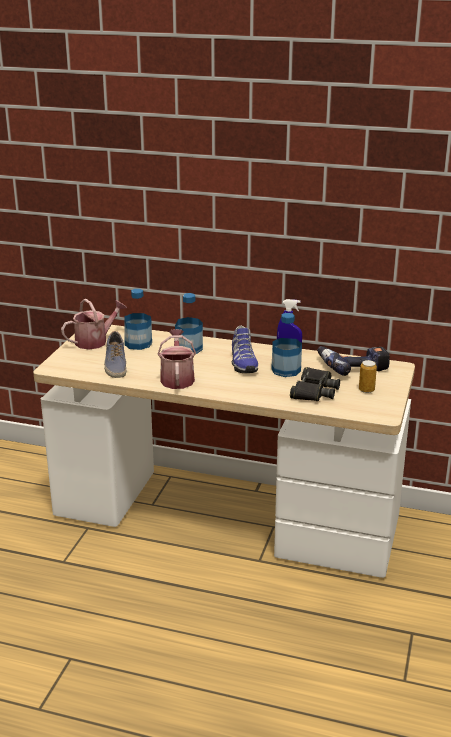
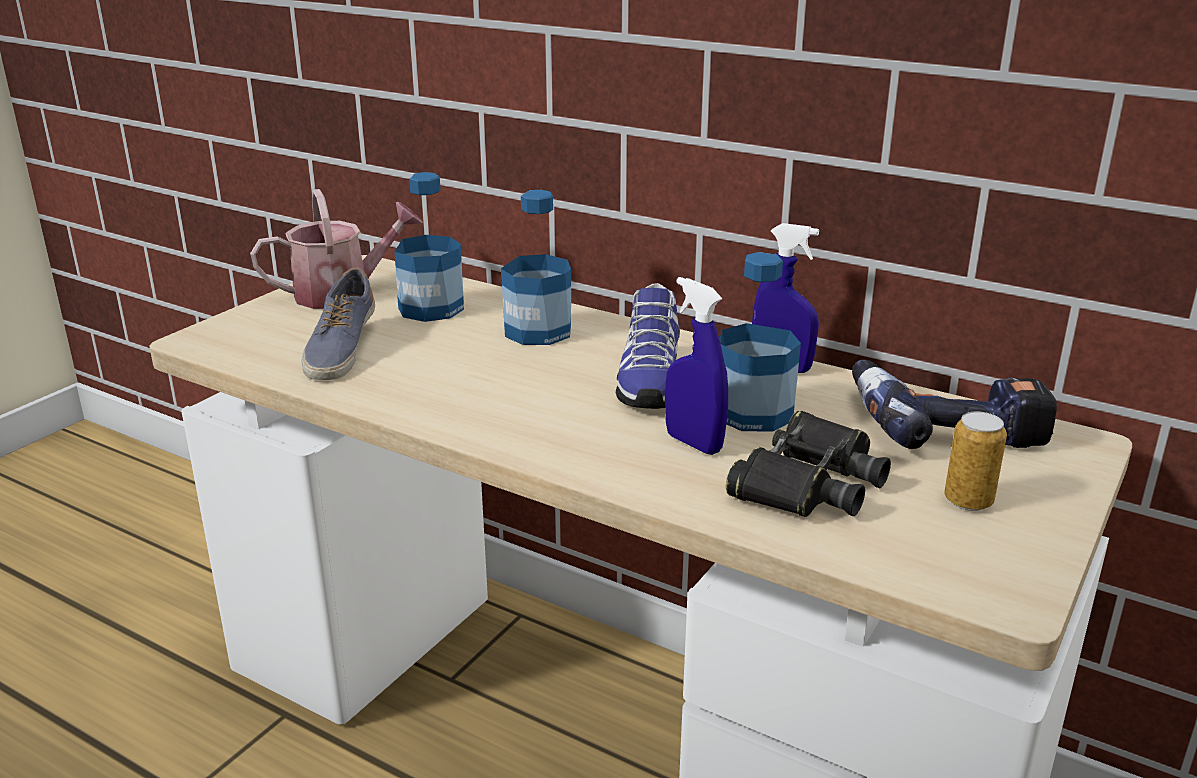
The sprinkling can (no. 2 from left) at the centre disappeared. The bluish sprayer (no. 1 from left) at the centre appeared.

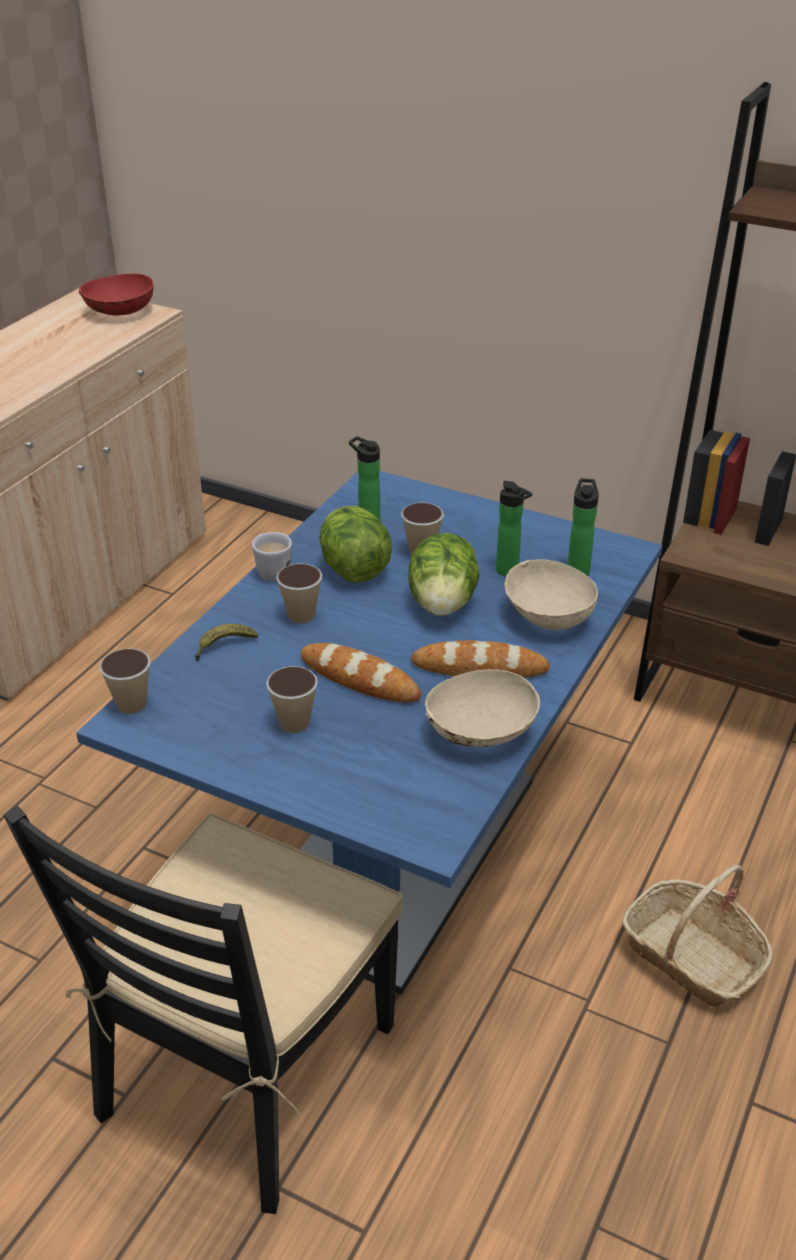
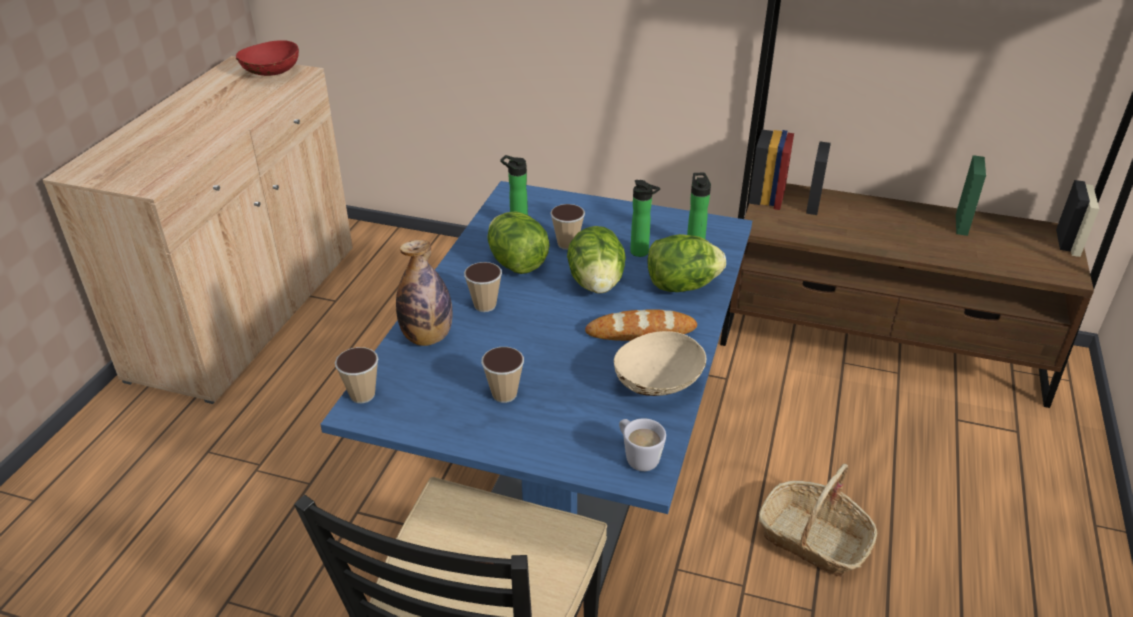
The baked bread (no. 1 from left) at the centre disappeared. The whitish coffee mug moved from the centre to the bottom centre. The banana at the middle left was replaced by the beverage bottle (no. 1 from left) at the centre. The beige-coloured deep dish (no. 2 from left) at the middle right was replaced by the lettuce head (no. 3 from left) at the centre.

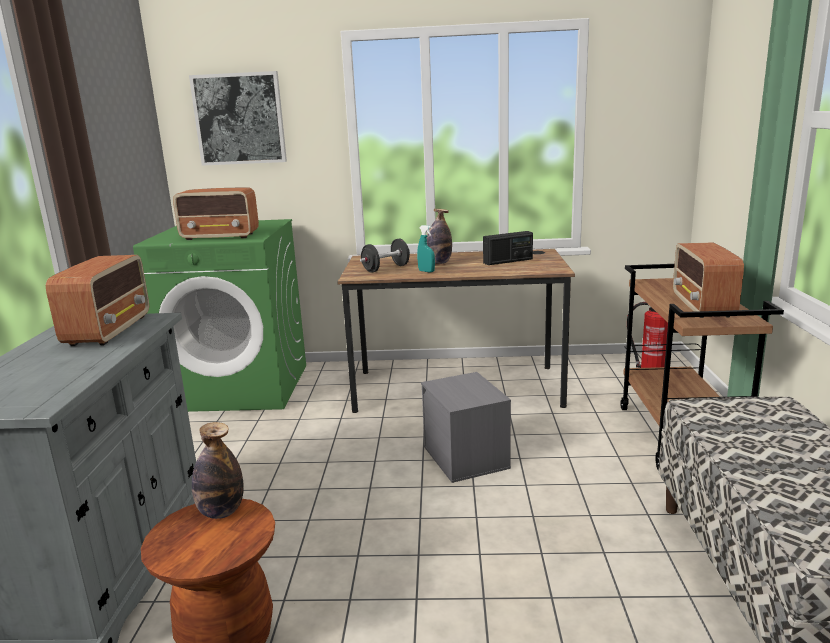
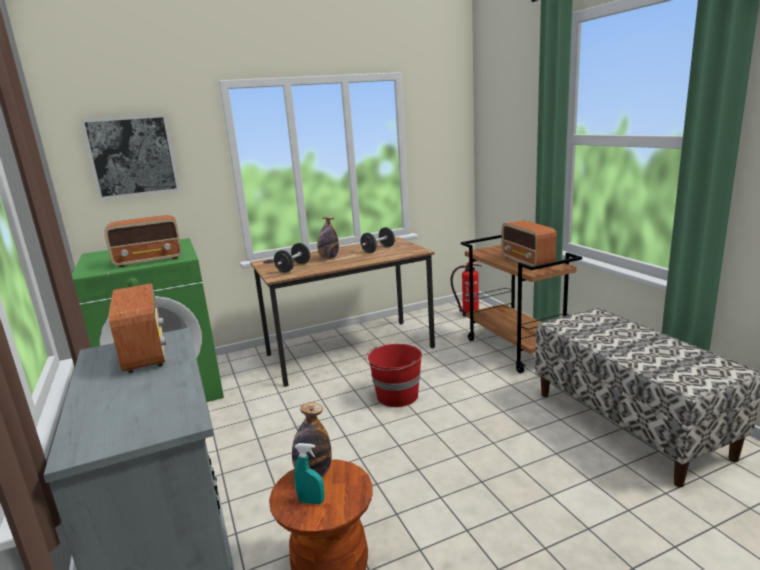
The blue-green sprayer moved from the centre to the bottom centre. The gray storage bin at the centre was replaced by the red water bucket at the centre. The radio receiver (no. 3 from left) at the centre was replaced by the blackish hand weight (no. 2 from left) at the centre.

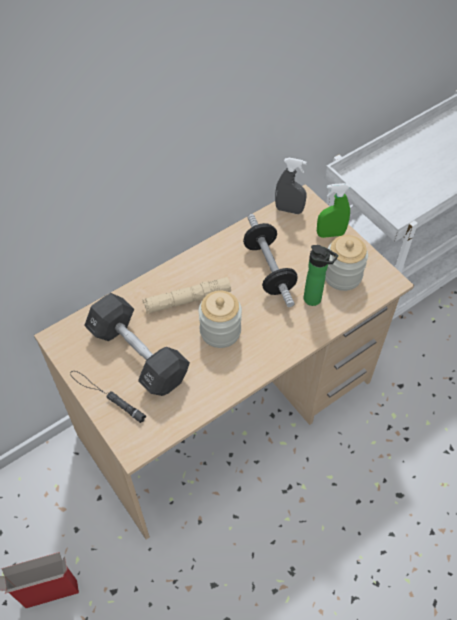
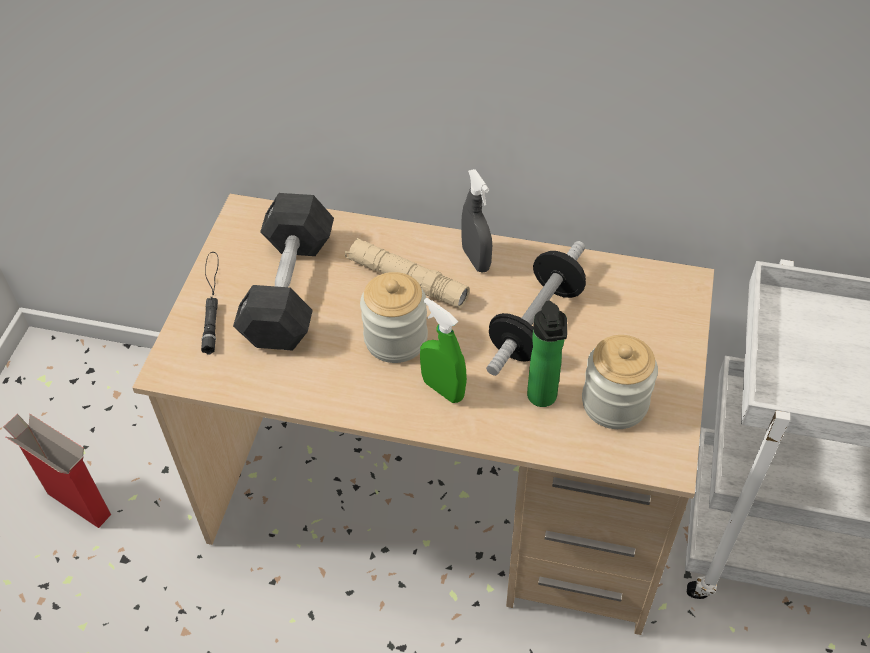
The gray sprayer moved from the top centre to the centre. The green sprayer moved from the middle right to the centre.

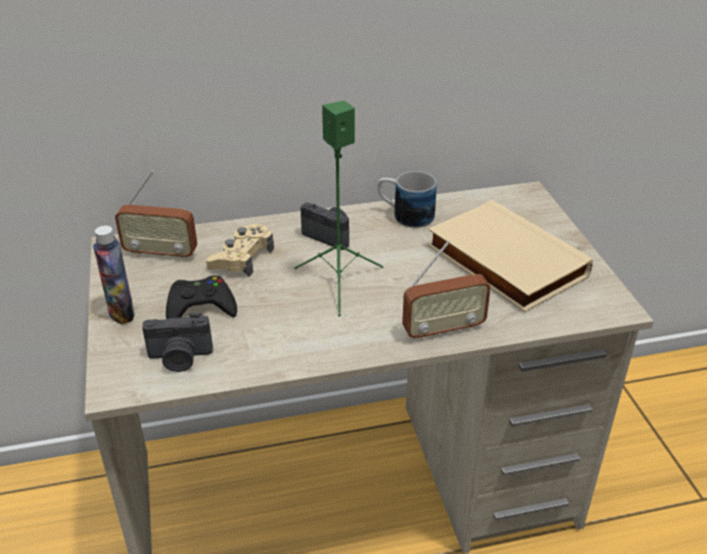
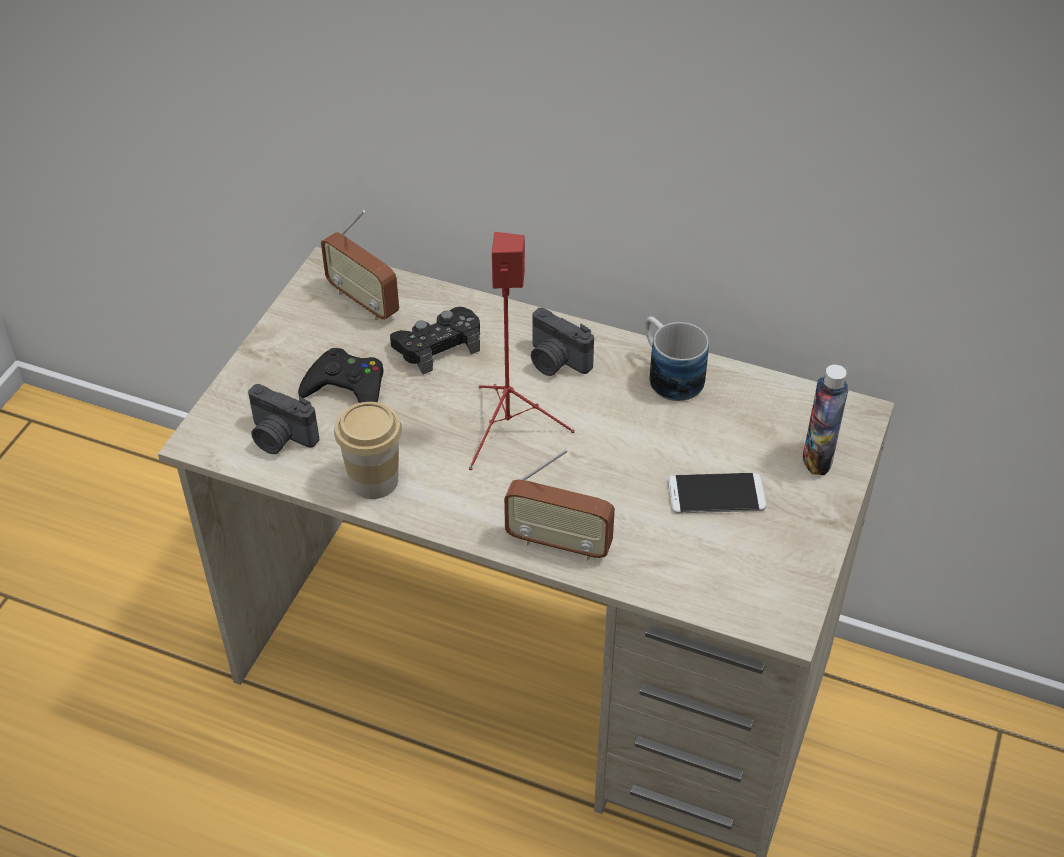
The drinking cup at the centre appeared. The beverage bottle moved from the middle left to the middle right. The beige-coloured volume at the middle right was replaced by the phone at the middle right. The beige-coloured gamepad at the centre became the blackish gamepad (no. 2 from left) at the centre. The green loudspeaker at the centre became the red loudspeaker at the centre. The photo camera (no. 2 from left) at the centre turned 150 degrees clockwise.

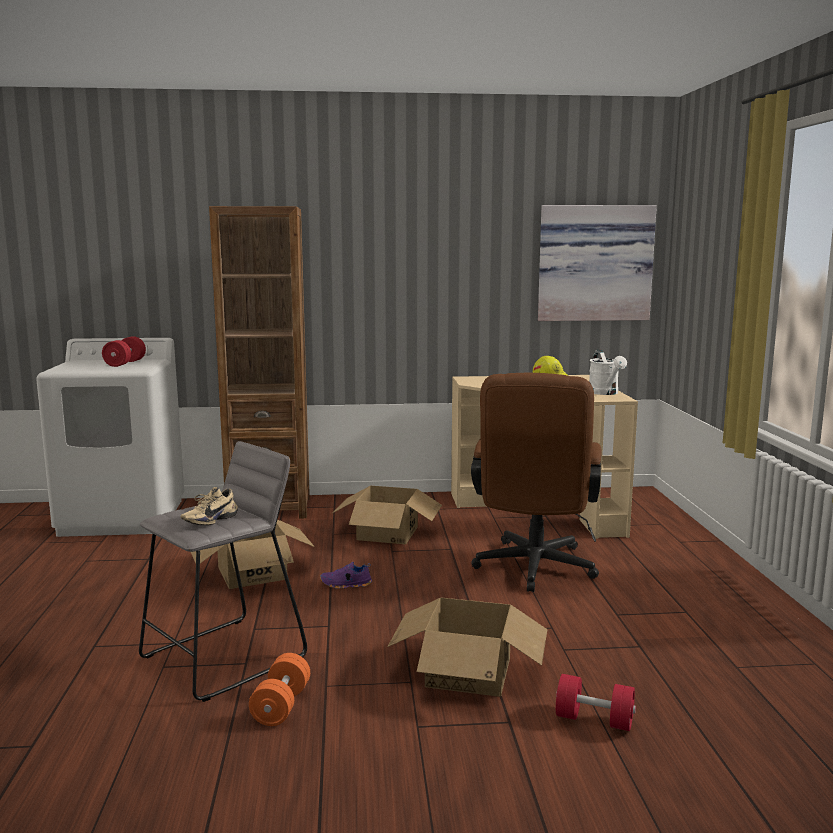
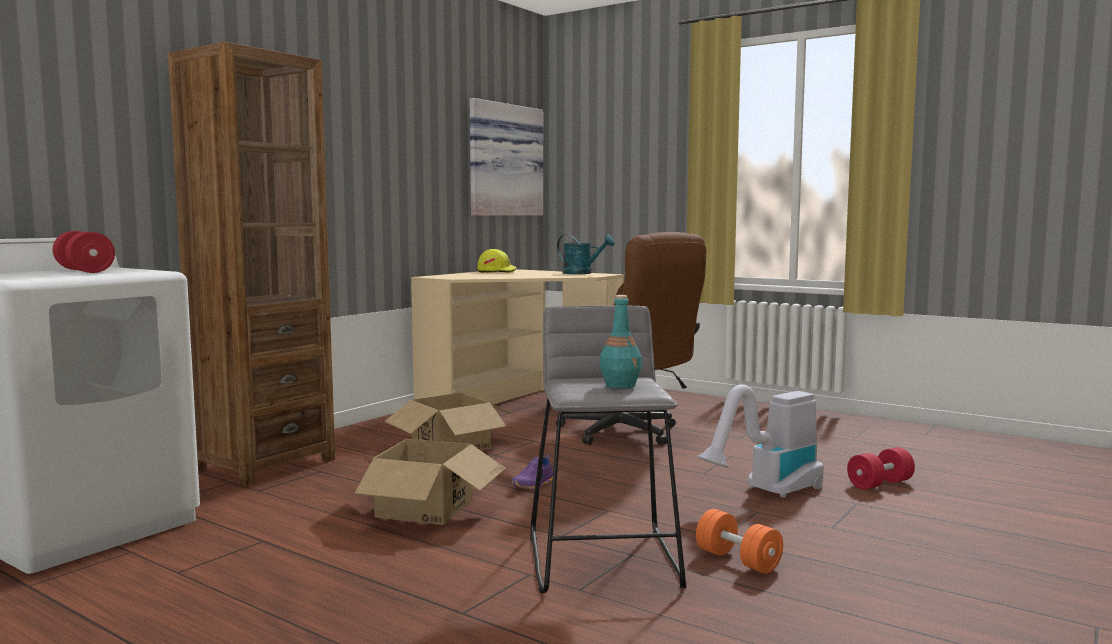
The beige-coloured shoe at the middle left was replaced by the blue-green beverage bottle at the centre. The cardboard box (no. 3 from left) at the bottom centre was replaced by the hoover at the bottom right. The whitish sprinkling can at the middle right became the blue-green sprinkling can at the centre.

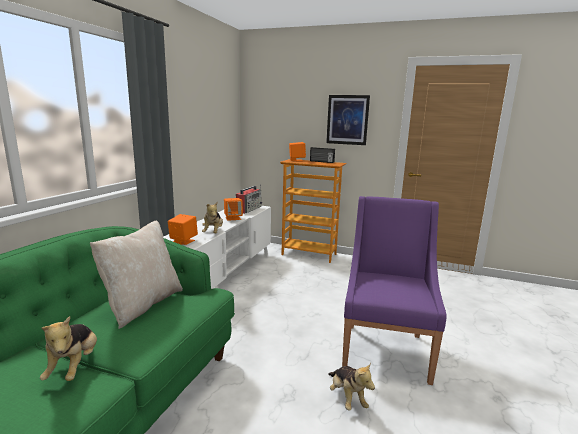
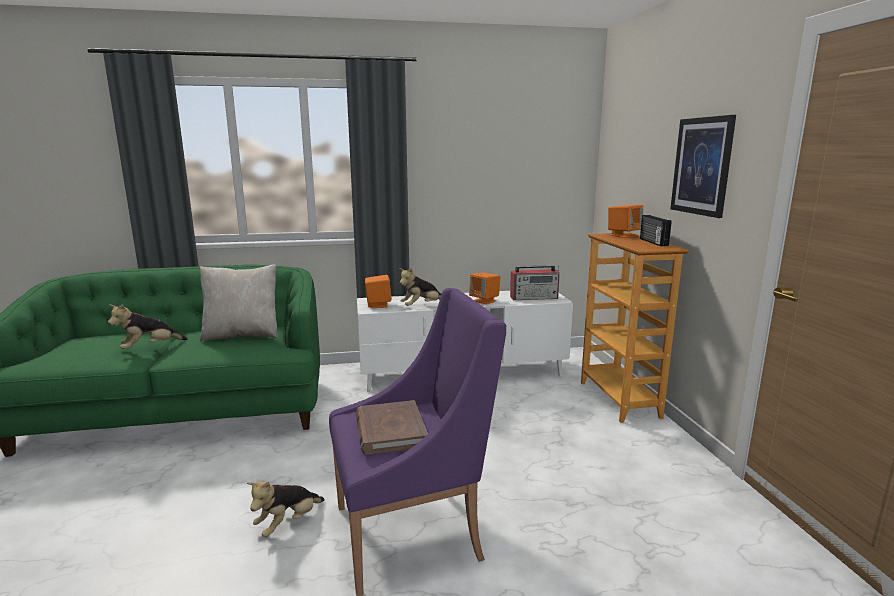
The brownish volume at the bottom centre appeared.

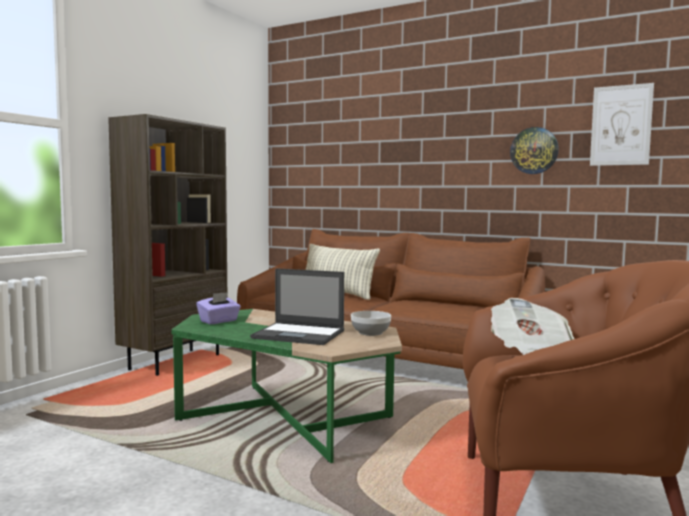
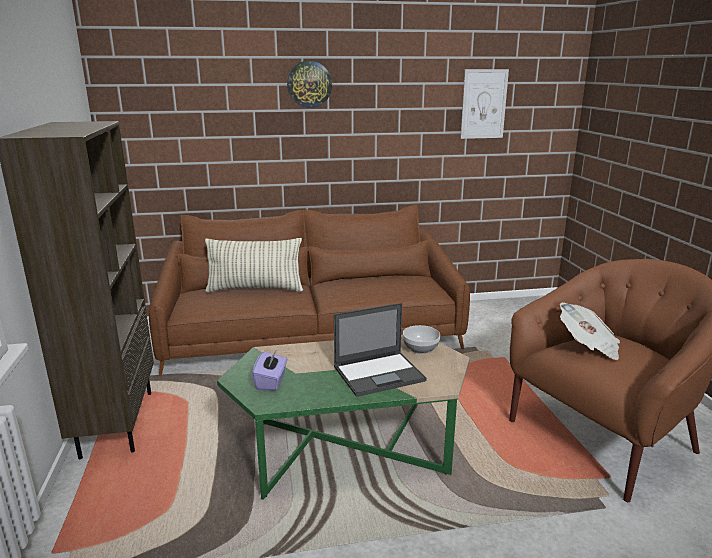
The clock on the wall moved from the top right to the top centre.

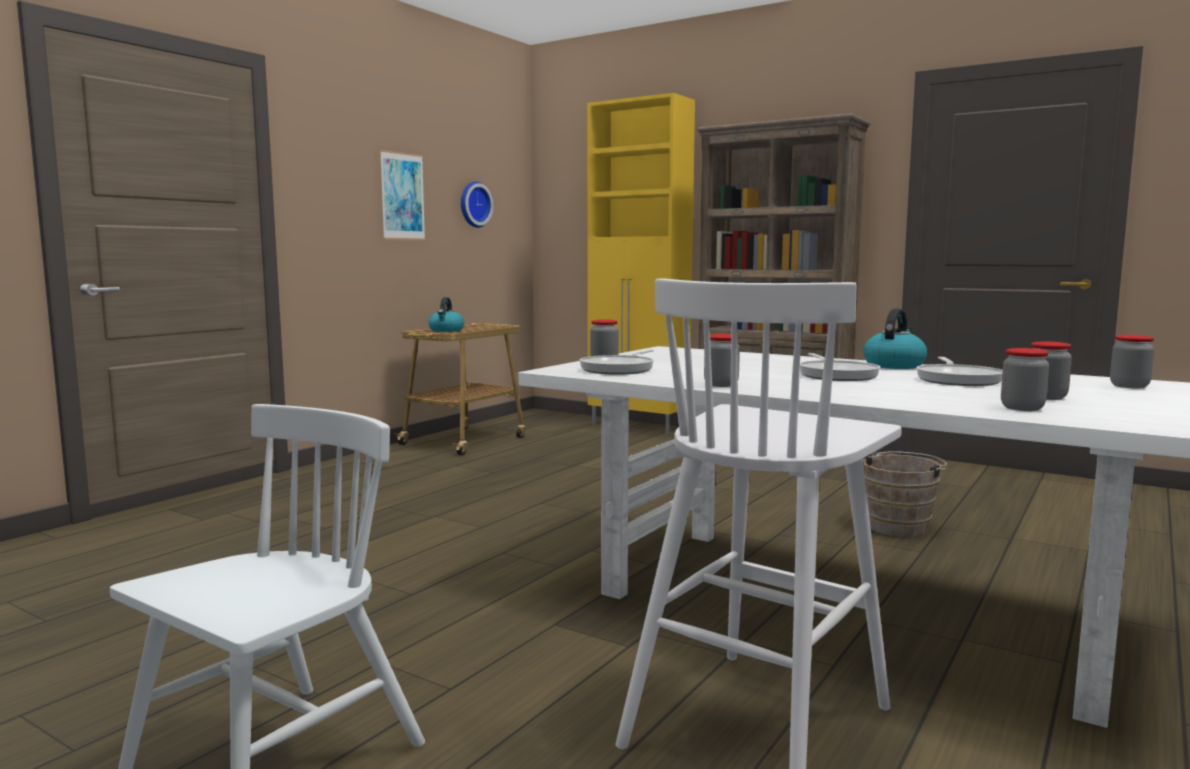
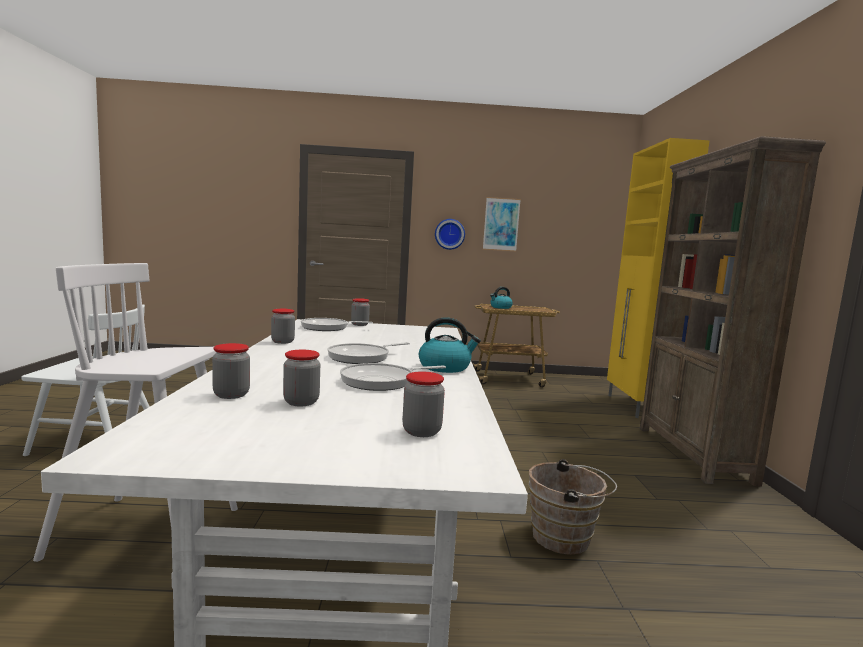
The clock on the wall moved from the top centre to the centre.

